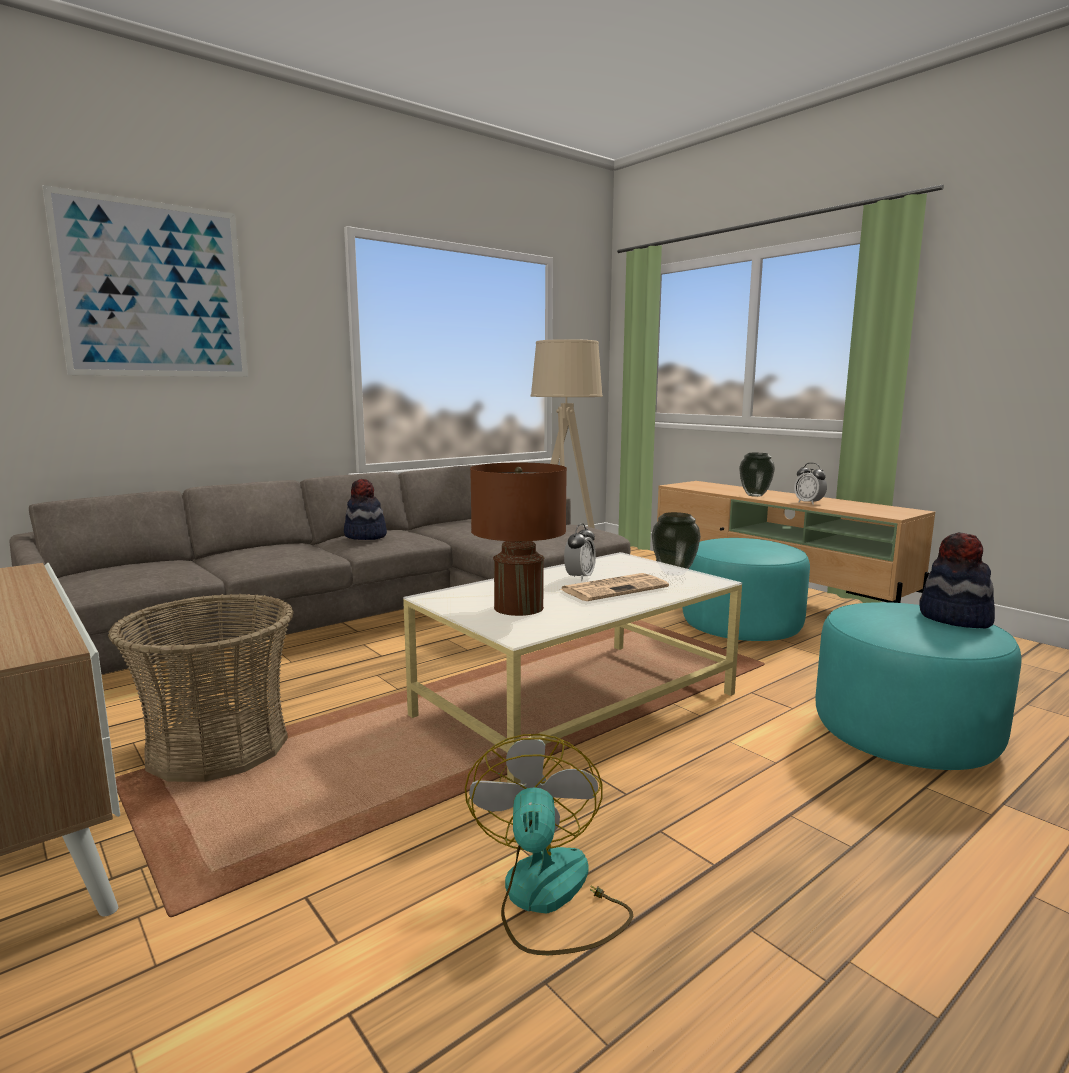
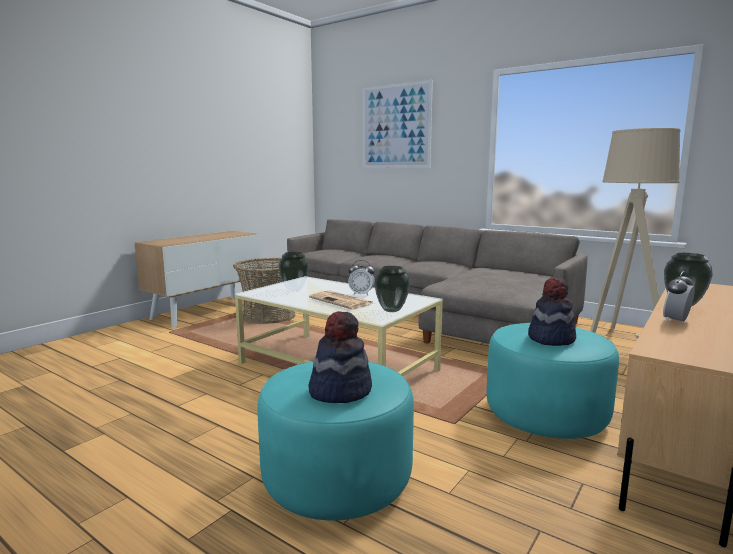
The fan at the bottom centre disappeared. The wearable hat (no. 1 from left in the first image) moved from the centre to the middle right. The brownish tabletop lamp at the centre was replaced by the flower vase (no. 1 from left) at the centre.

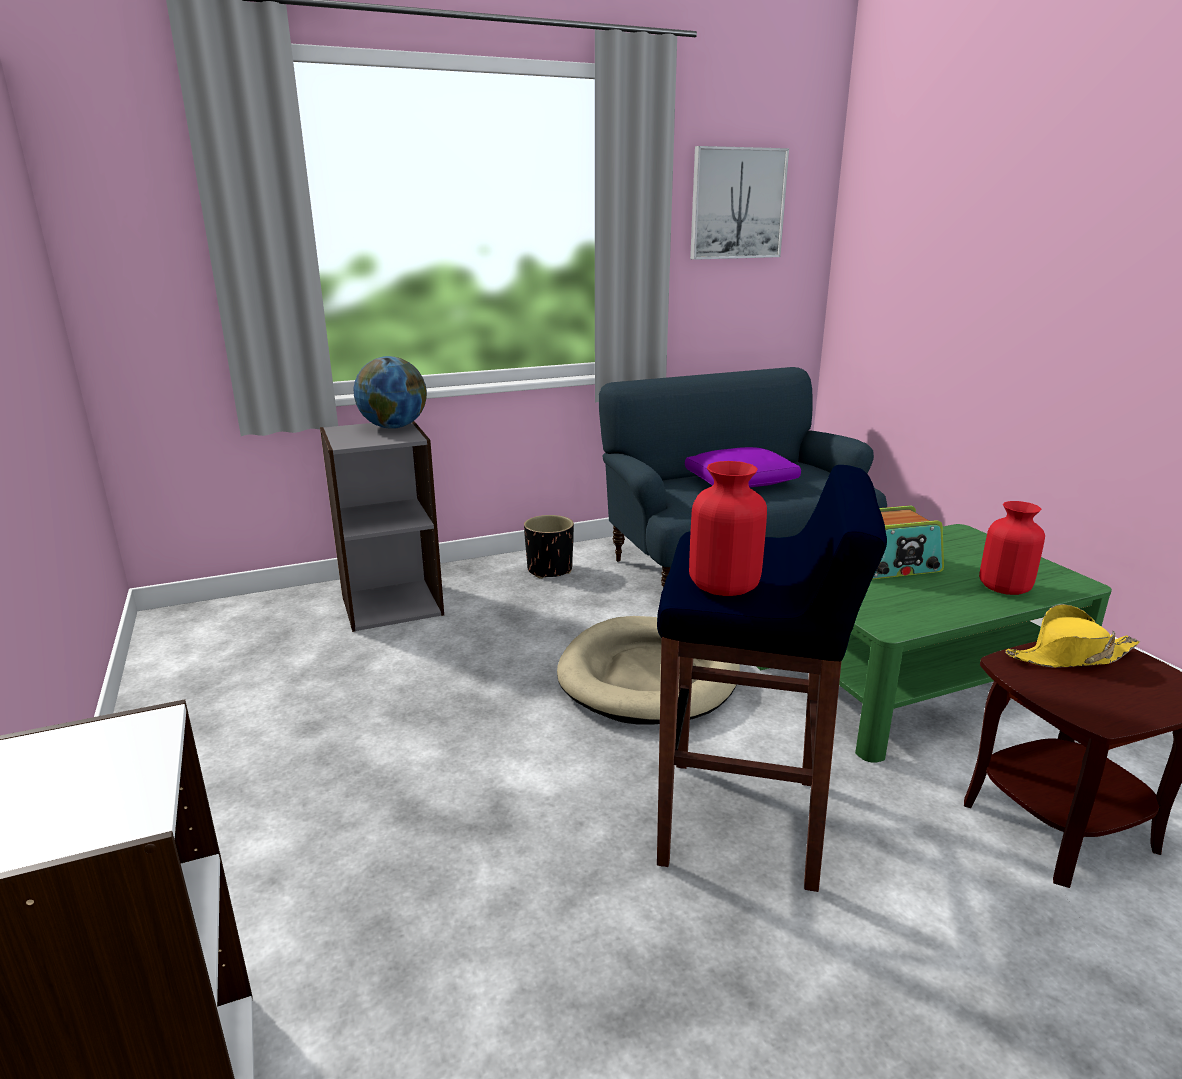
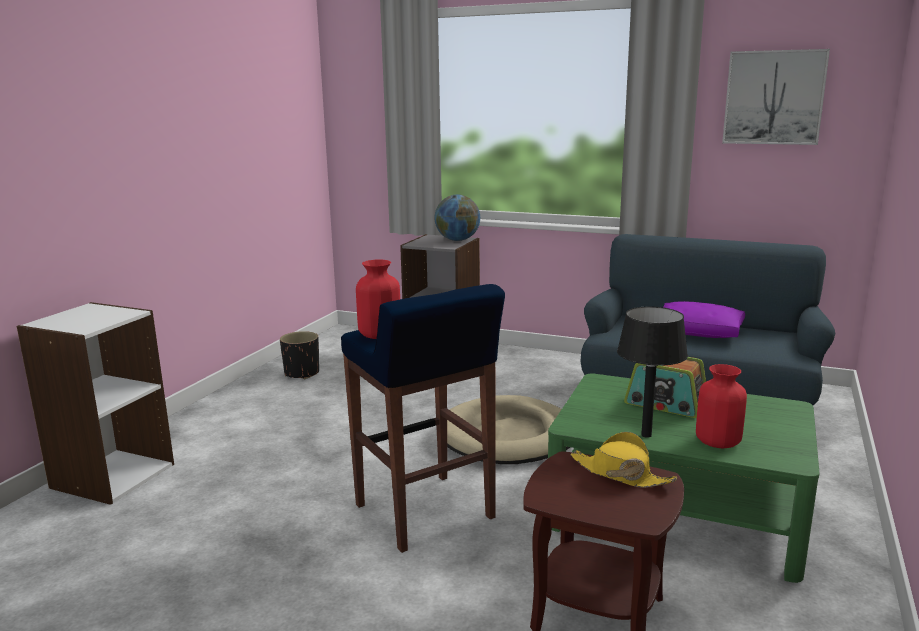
The blackish tabletop lamp at the middle right appeared. The blackish flower pot moved from the centre to the middle left.

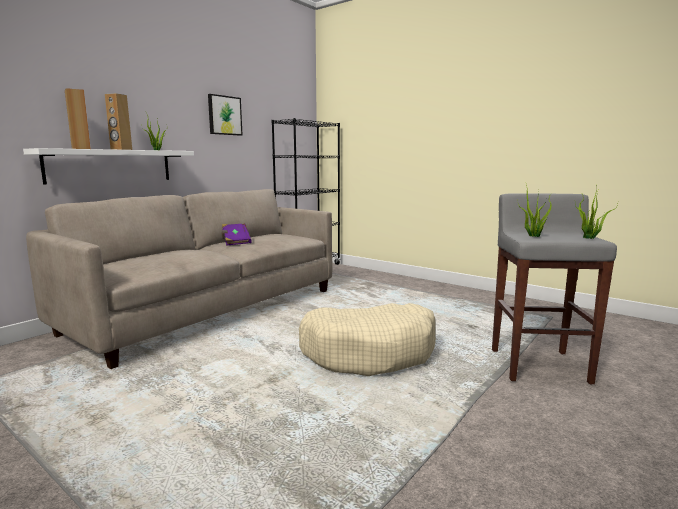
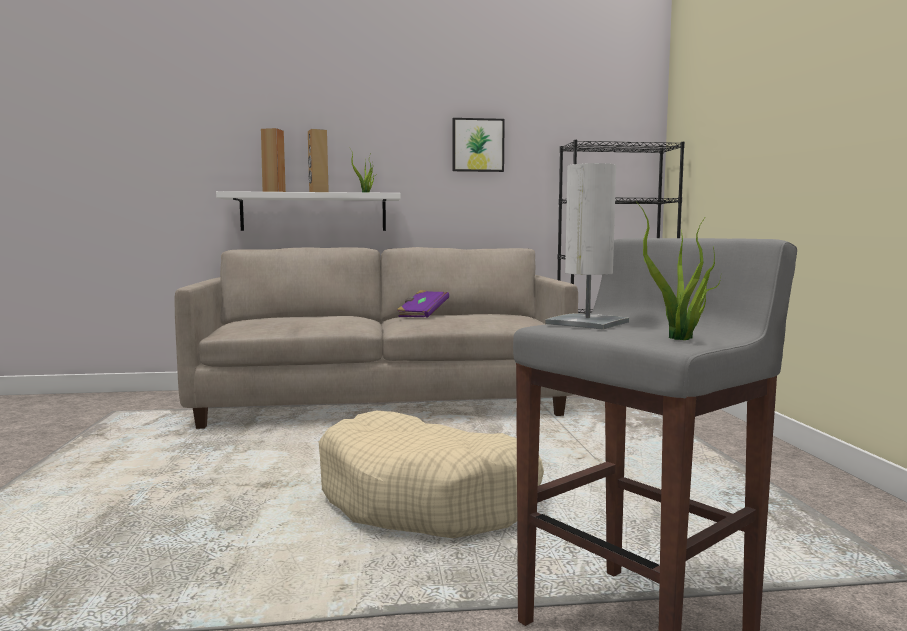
The plant in a pot (no. 2 from left) at the middle right was replaced by the whitish tabletop lamp at the centre.

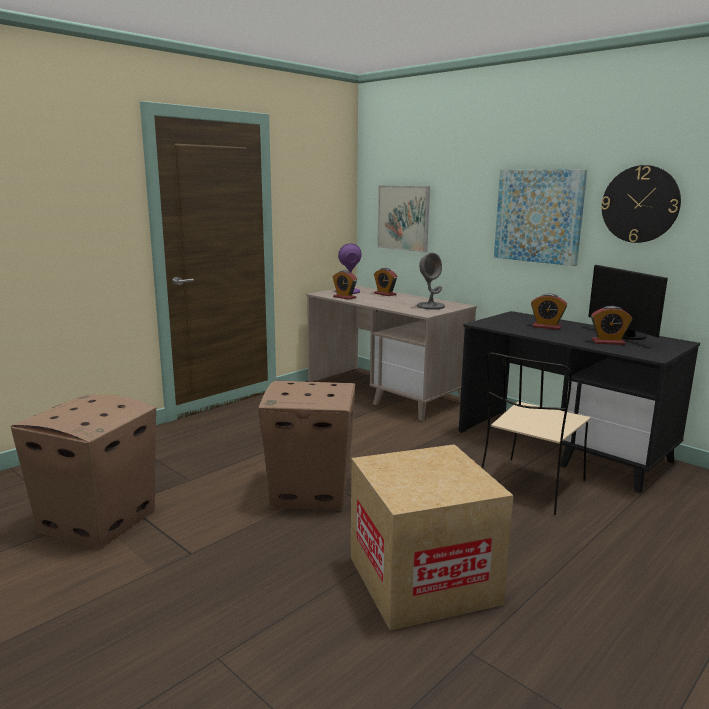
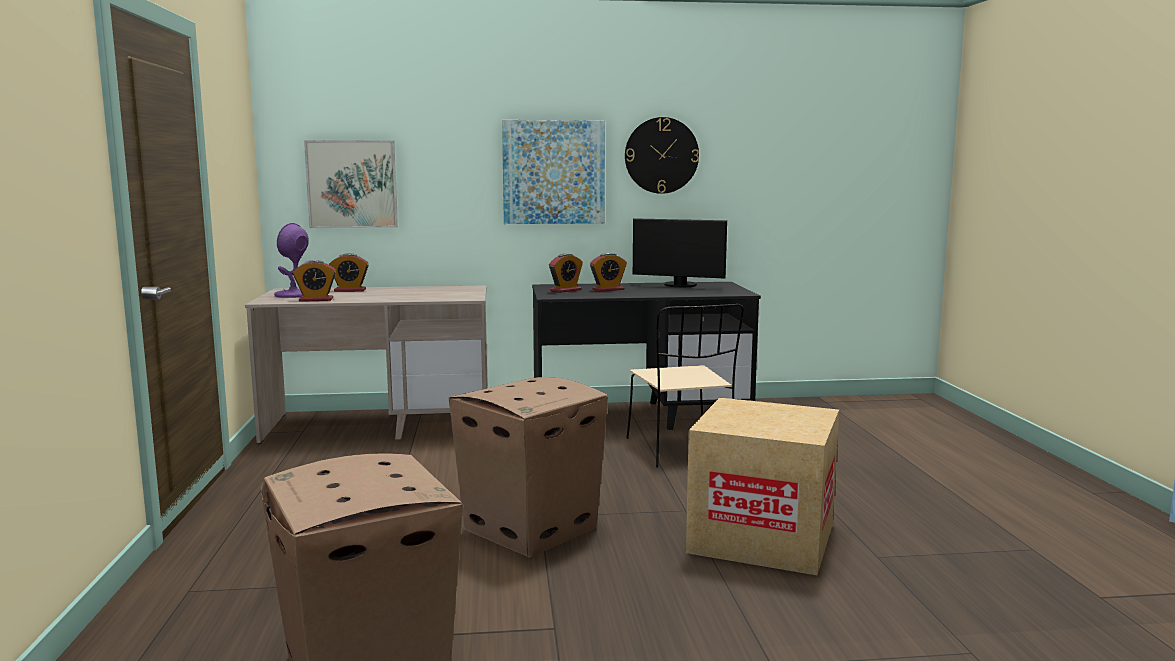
The gray tabletop lamp at the centre disappeared. The bedside clock (no. 4 from left in the first image) moved from the middle right to the centre.

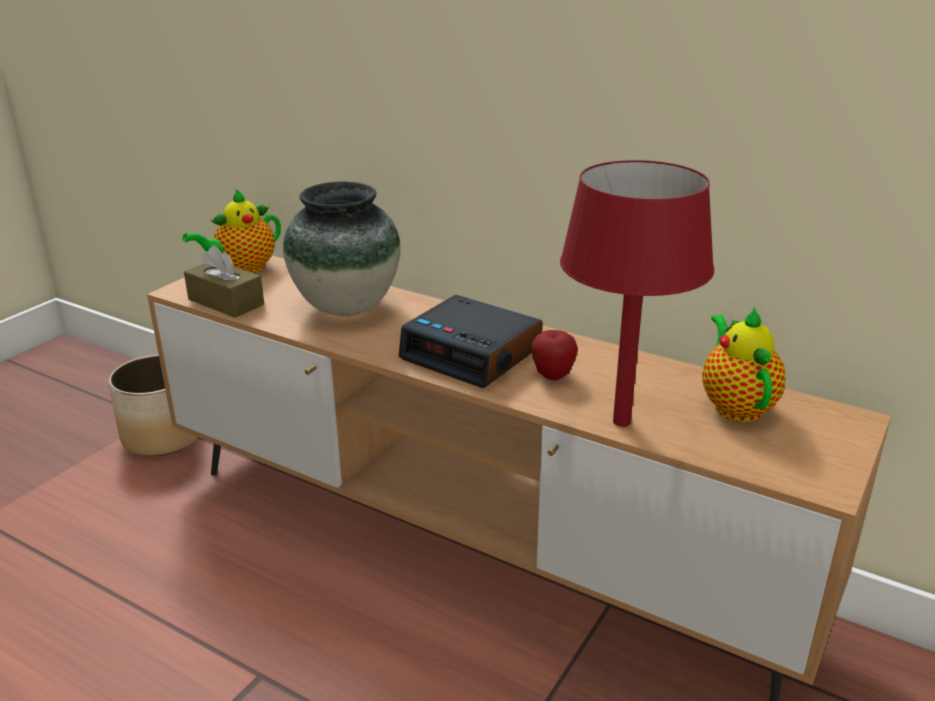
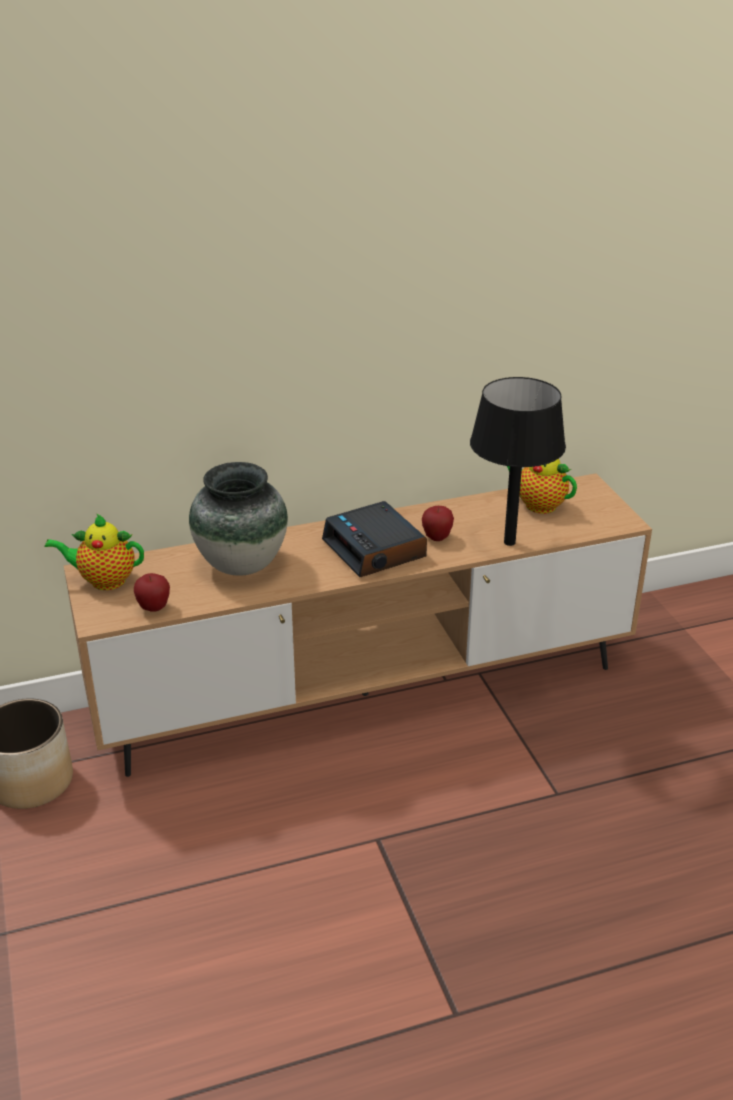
The brownish tissue holder at the middle left was replaced by the apple fruit (no. 1 from left) at the middle left. The red tabletop lamp at the middle right became the blackish tabletop lamp at the middle right. The teapot (no. 1 from left) at the top left turned 90 degrees clockwise. The bedside clock at the centre turned 75 degrees clockwise.

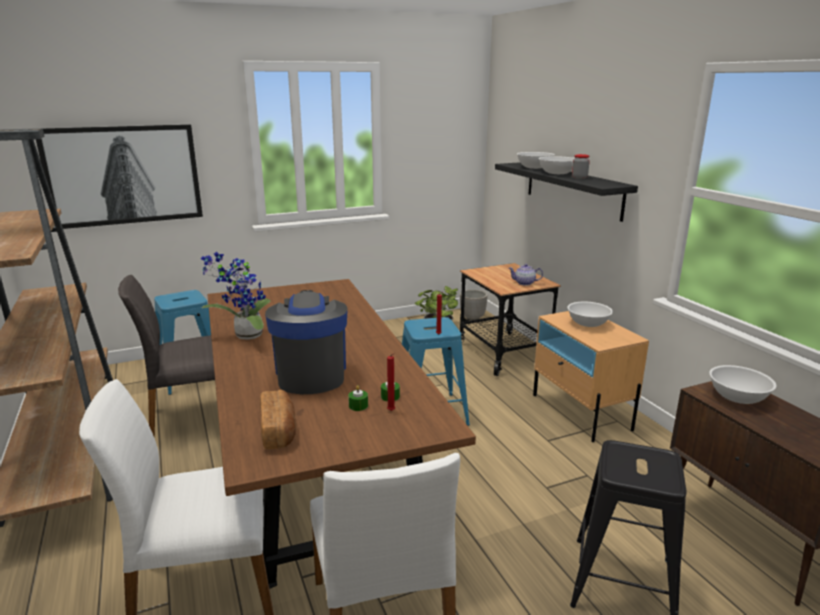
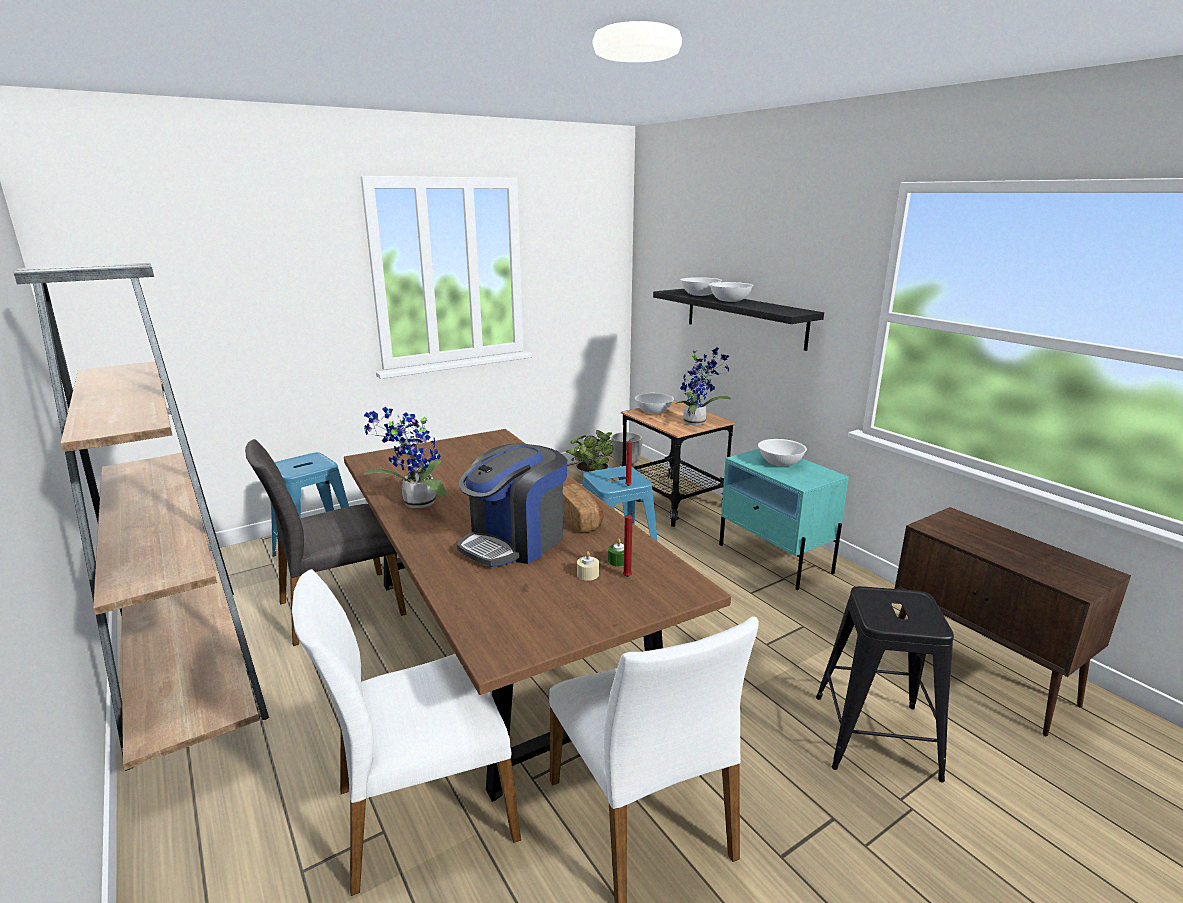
The wall art at the top left disappeared. The storage jar at the top right disappeared. The baked bread moved from the bottom centre to the centre. The whitish deep dish (no. 4 from left in the first image) moved from the middle right to the centre. The teapot at the centre was replaced by the plant in a pot (no. 3 from left) at the centre. The green wax light (no. 1 from left) at the centre became the beige-coloured wax light at the centre. The beige-coloured night table at the middle right became the blue-green night table at the centre. The coffee brewer at the centre turned 120 degrees counterclockwise.

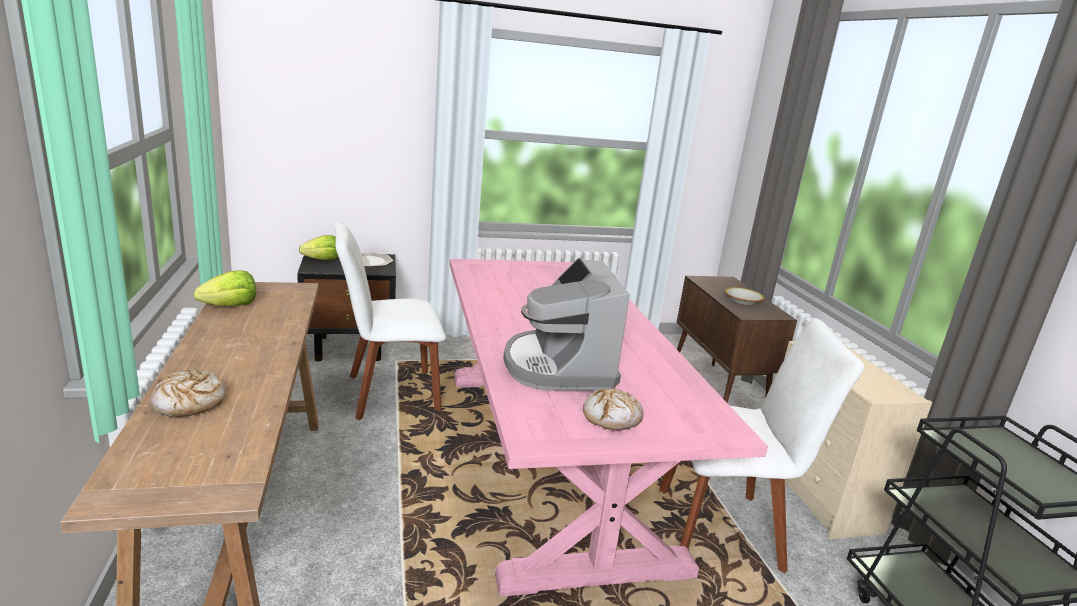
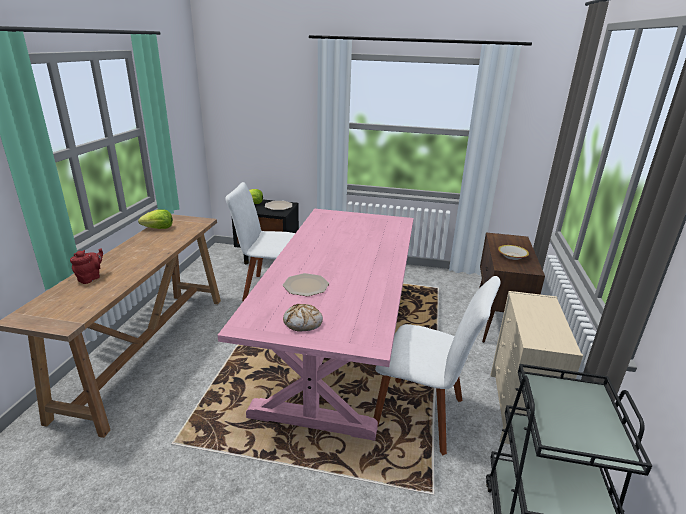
The baked bread (no. 1 from left) at the middle left was replaced by the red teapot at the middle left. The coffee brewer at the centre was replaced by the dinner plate (no. 2 from left) at the centre.

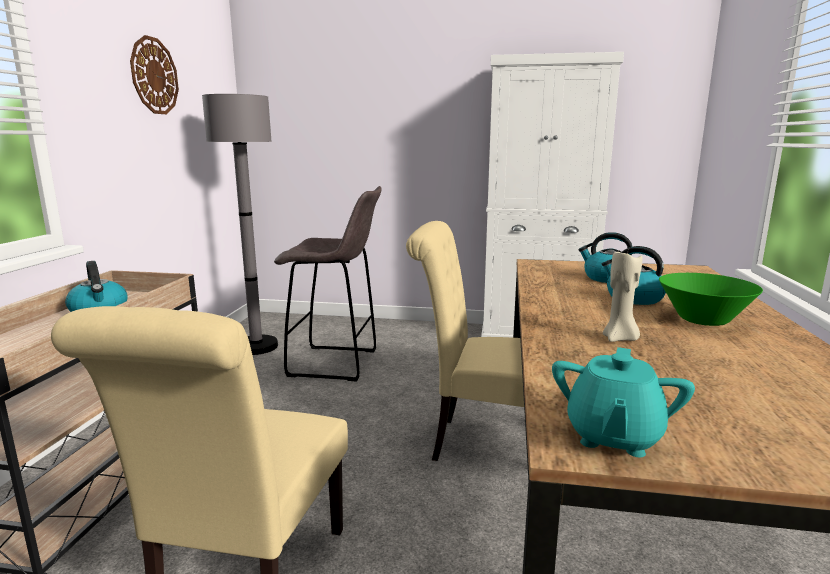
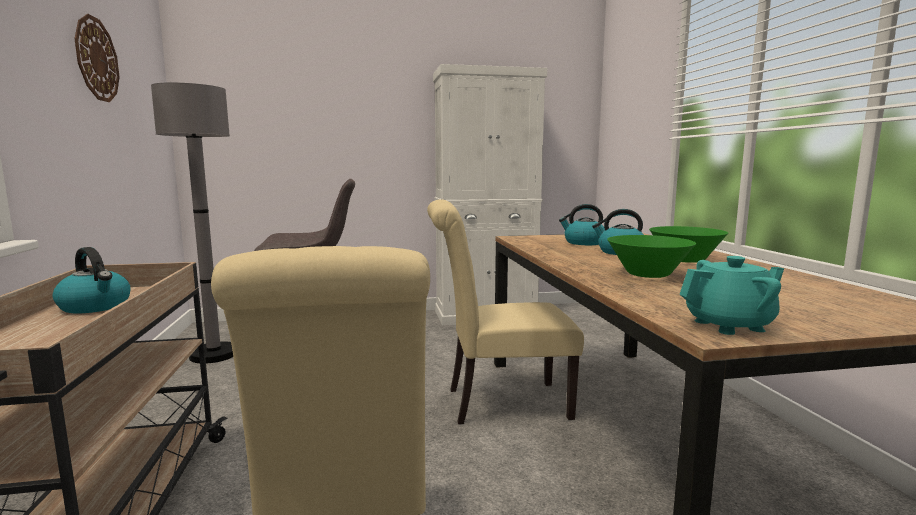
The beige-coloured wax light at the middle right was replaced by the green deep dish (no. 1 from left) at the middle right. The blue-green teapot at the bottom right turned 105 degrees counterclockwise.

